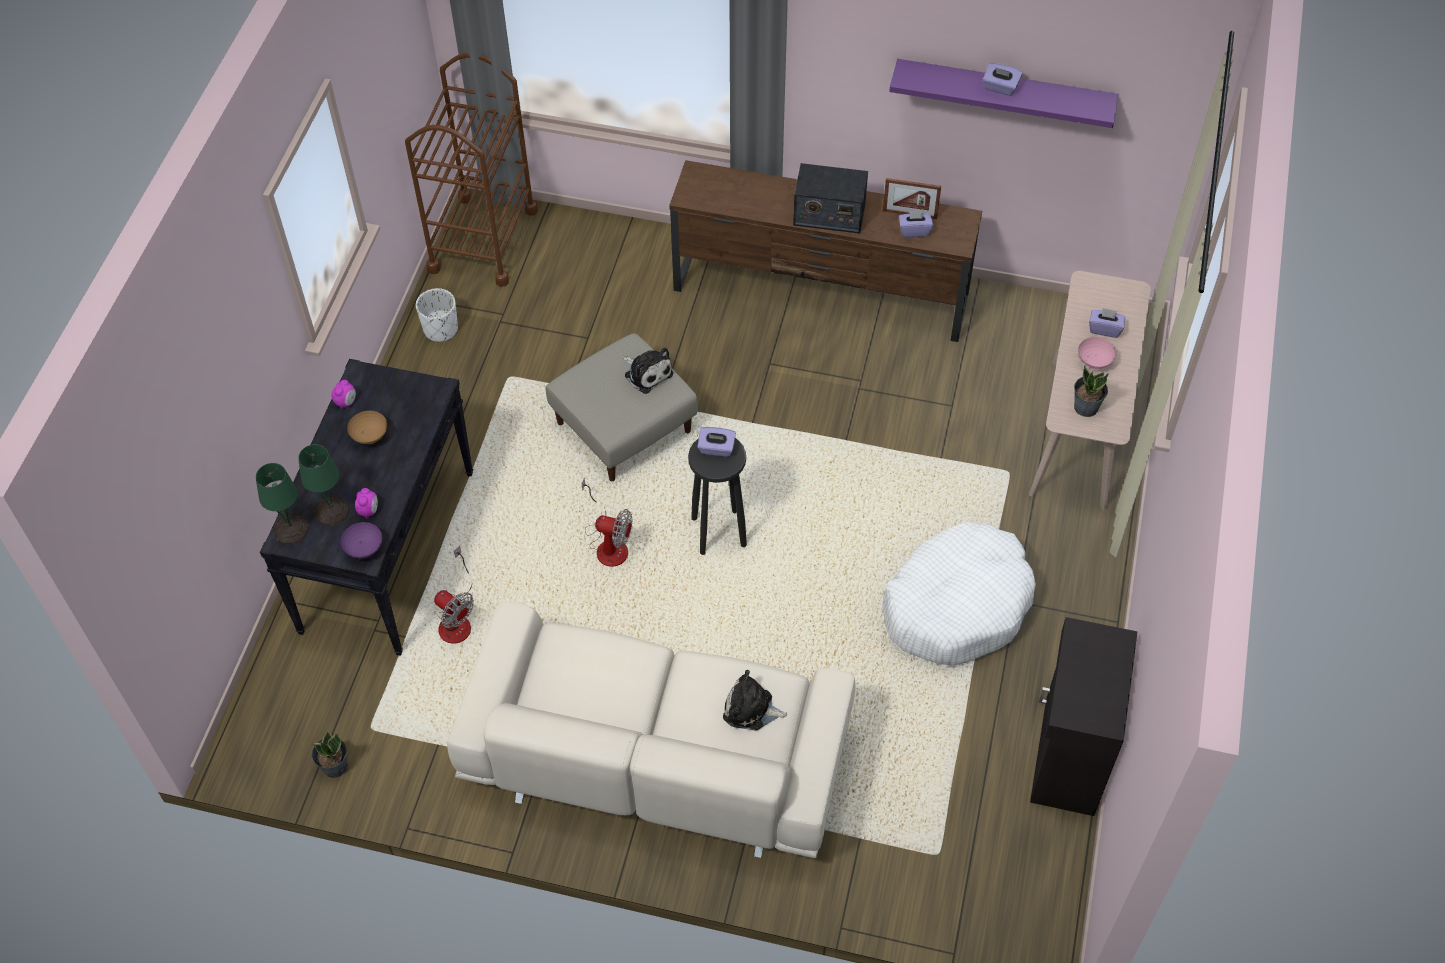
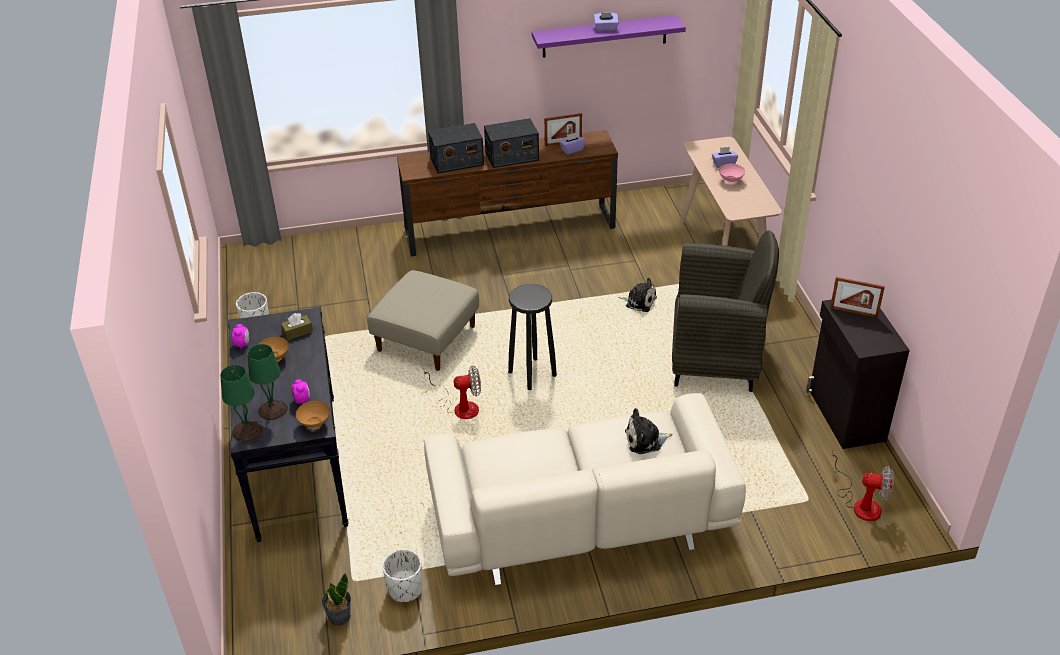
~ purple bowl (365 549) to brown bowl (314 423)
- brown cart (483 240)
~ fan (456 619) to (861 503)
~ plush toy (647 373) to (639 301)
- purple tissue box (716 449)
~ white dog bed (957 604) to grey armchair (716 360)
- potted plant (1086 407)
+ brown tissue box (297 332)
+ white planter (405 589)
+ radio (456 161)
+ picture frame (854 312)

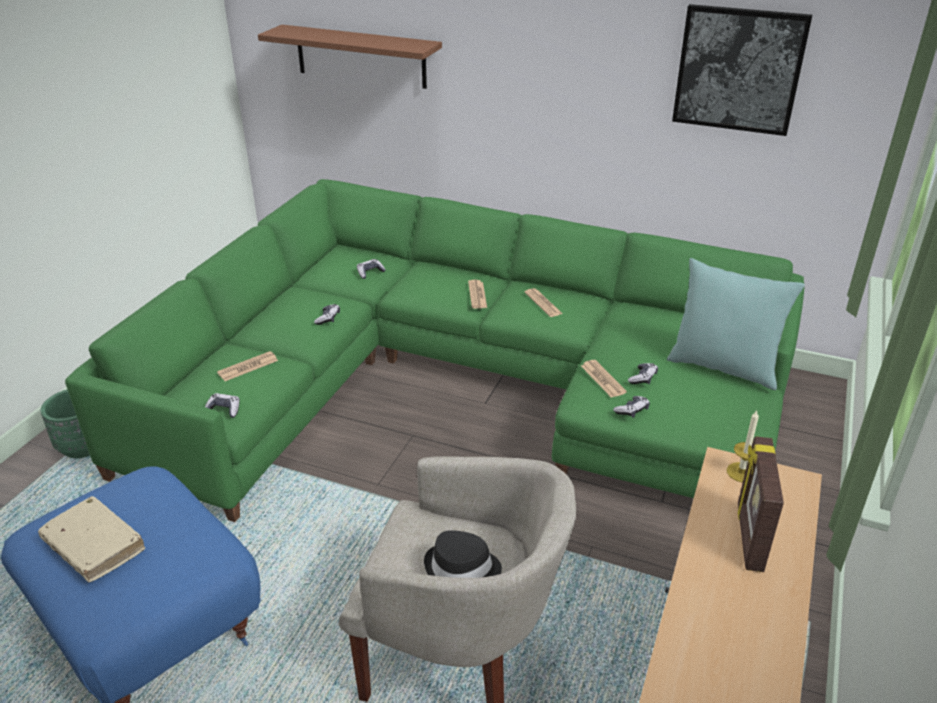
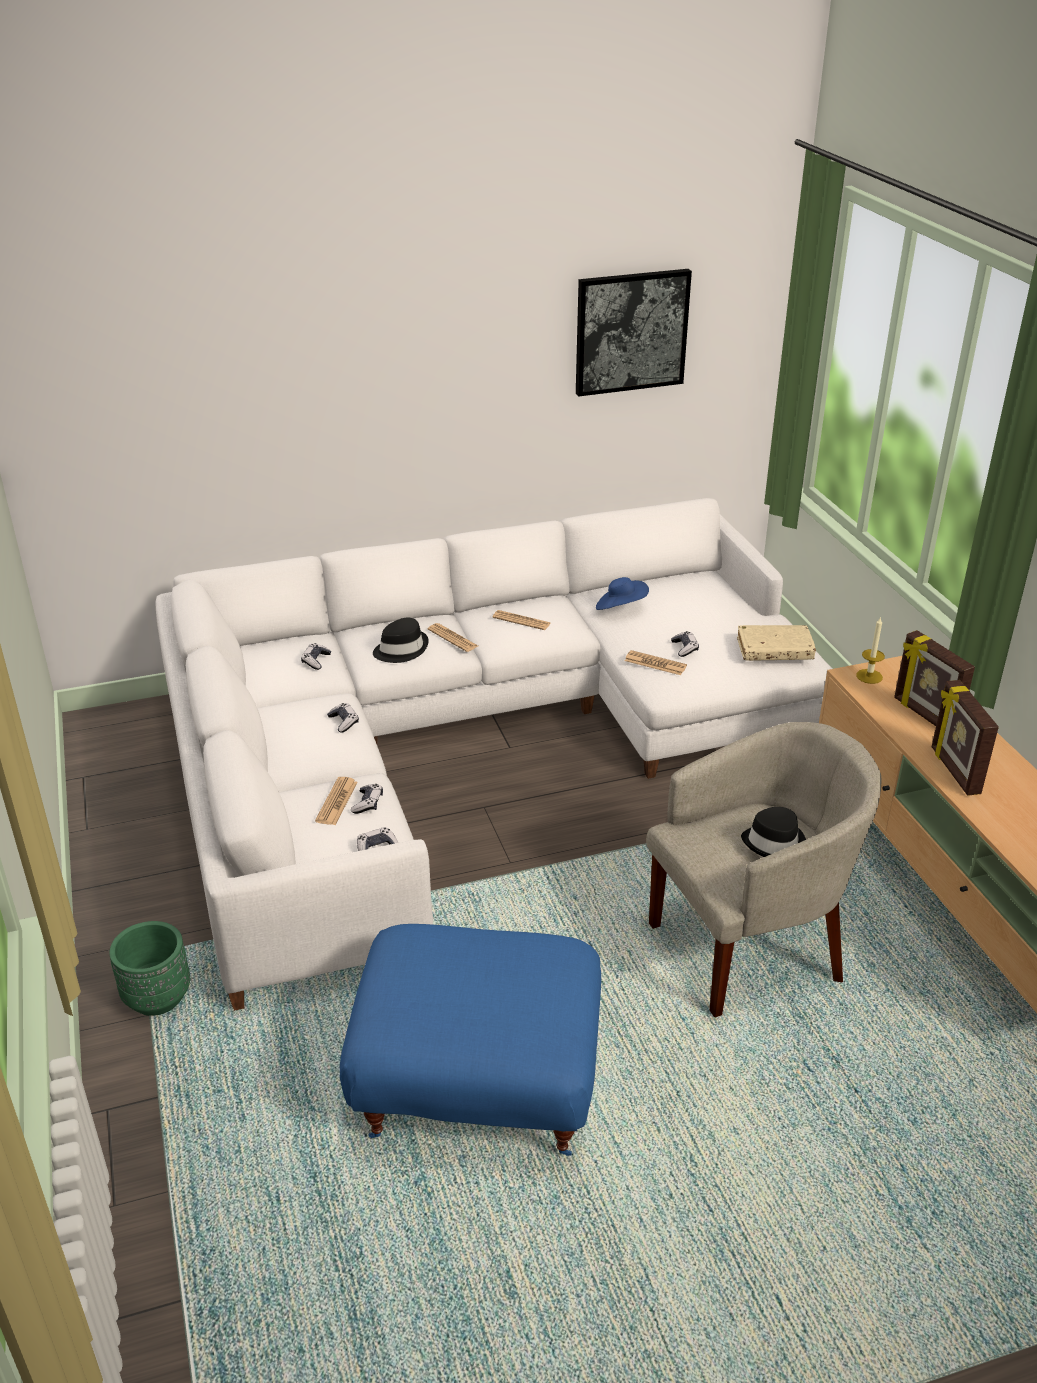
~ beige book (94 546) to (774 650)
~ green sofa (461 384) to white sofa (466 741)
- brown shelf (360 56)
~ game controller (632 410) to (368 803)
- turquoise pillow (723 367)
+ black hat (401 649)
+ blue hat (621 608)
+ picture frame (954 771)

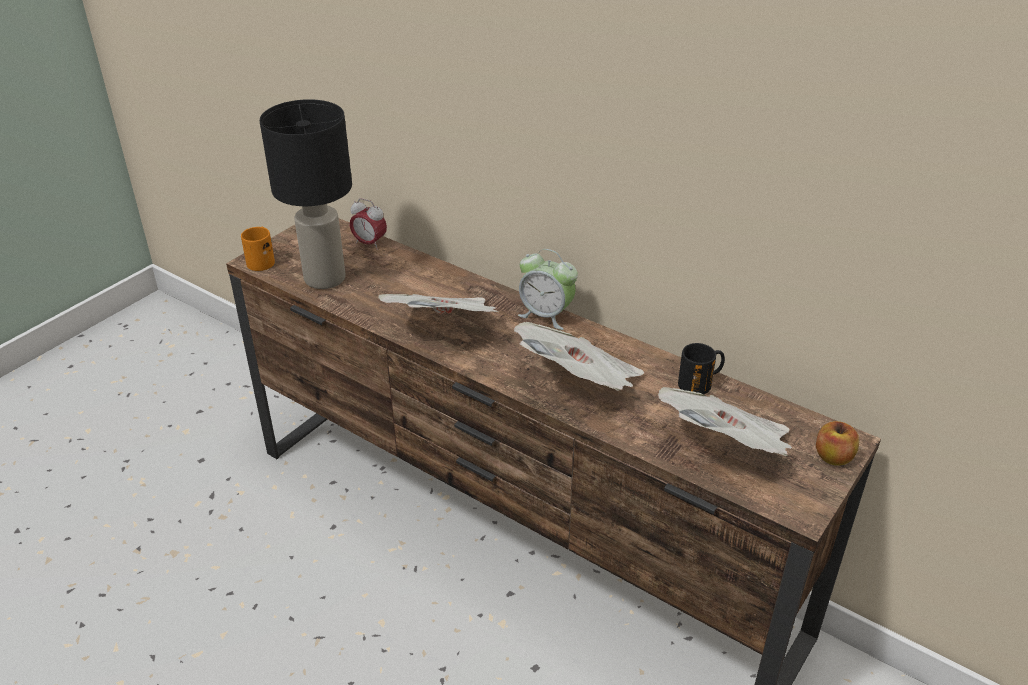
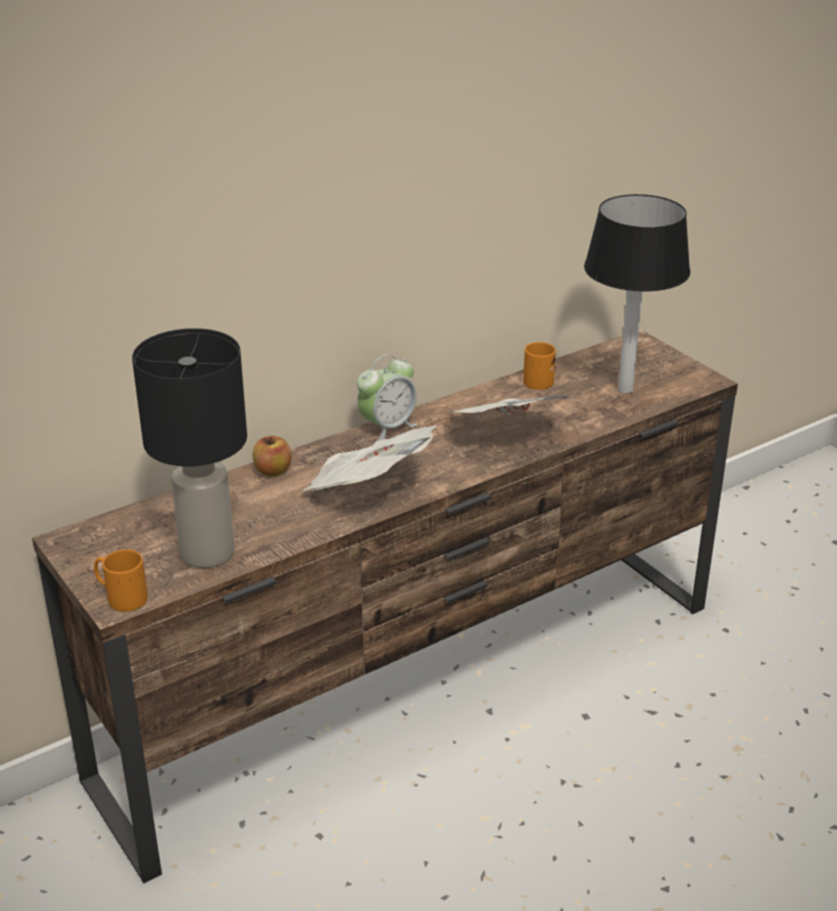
- alarm clock (369 244)
~ newspaper (726 447) to table lamp (624 389)
~ black mug (700 382) to orange mug (537 379)
~ apple (833 457) to (273 471)

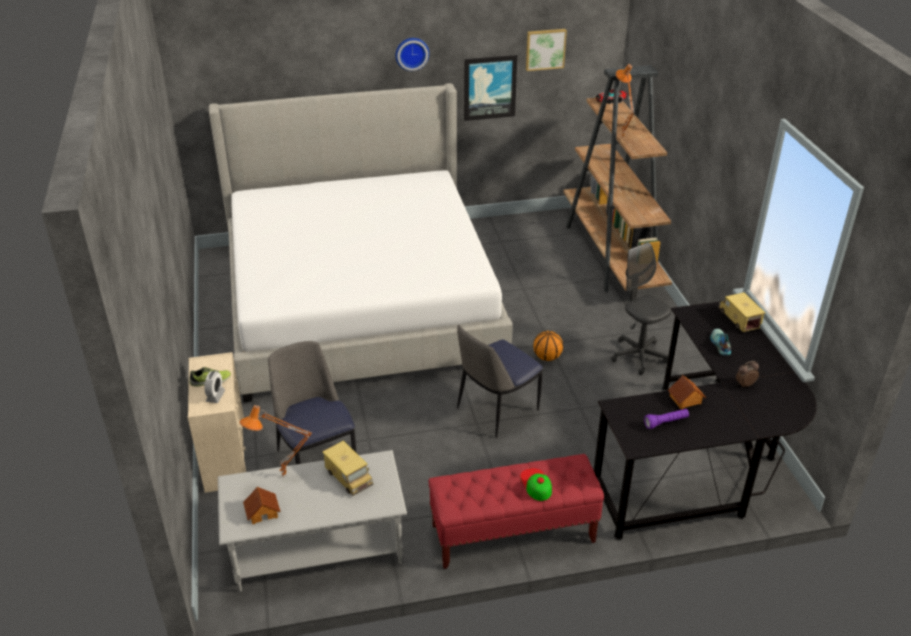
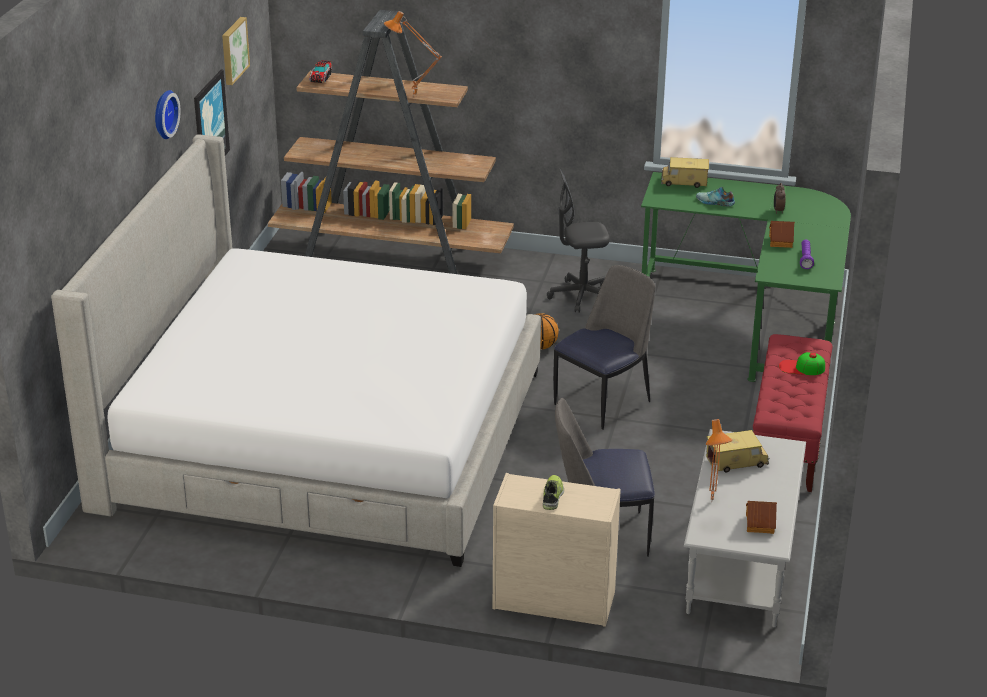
- alarm clock (215 396)
~ chair (495 410) = (604 401) 120 degrees counterclockwise
~ black desk (701 463) to green desk (756 317)

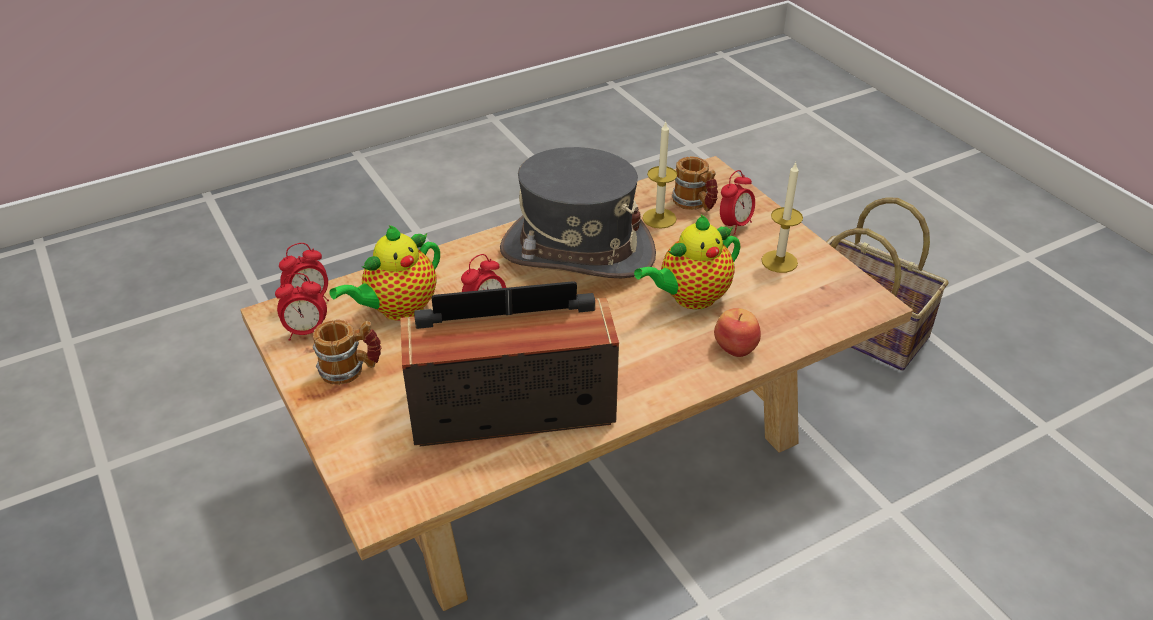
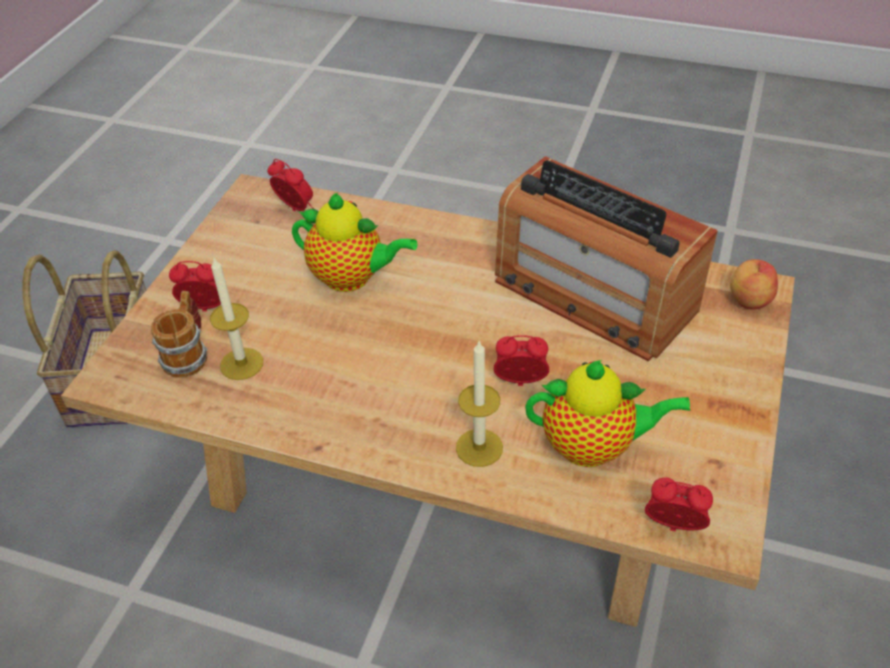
~ alarm clock (306 332) to (295 209)
- mug (351 369)
- grey hat (577 252)
~ apple (736 346) to (748 300)
~ candle (779 261) to (479 447)

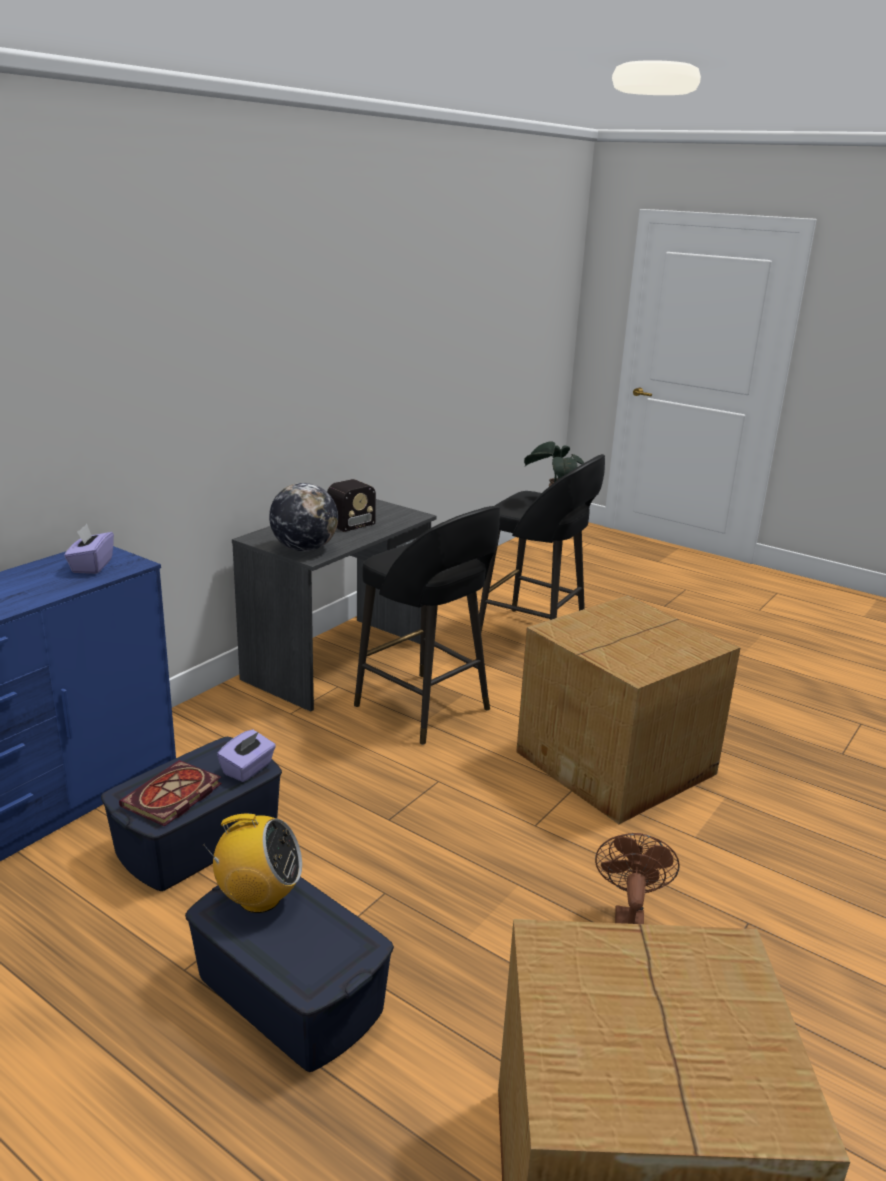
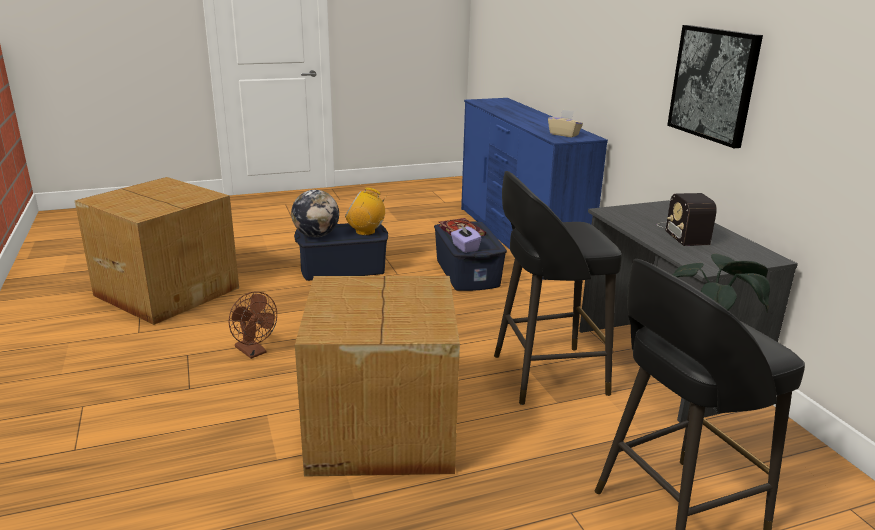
~ purple tissue box (91 566) to beige tissue box (564 134)
~ radio (259 898) = (365 232) 60 degrees clockwise
~ globe (304 549) to (316 235)
+ picture (713 84)

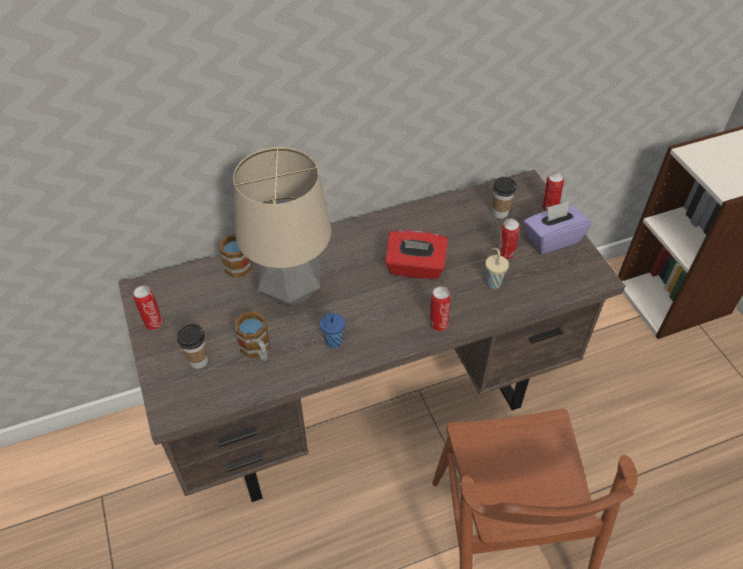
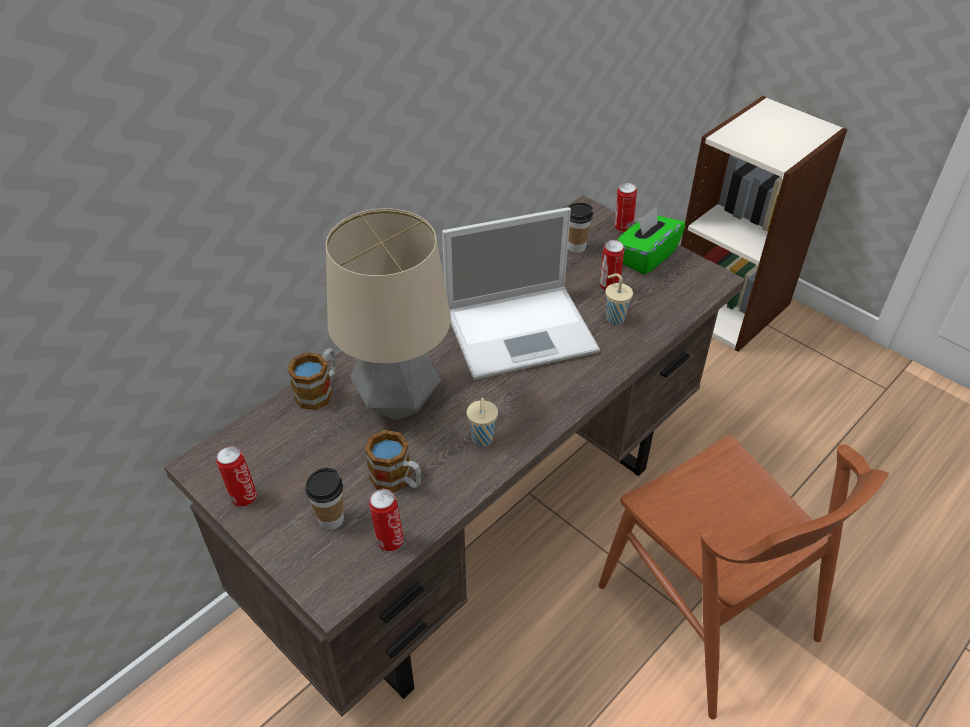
~ blue cup (333 343) to beige cup (482 439)
~ red tissue box (415 268) to laptop (523 330)
~ can (438 323) to (389 540)
~ purple tissue box (552 239) to green tissue box (646 257)

